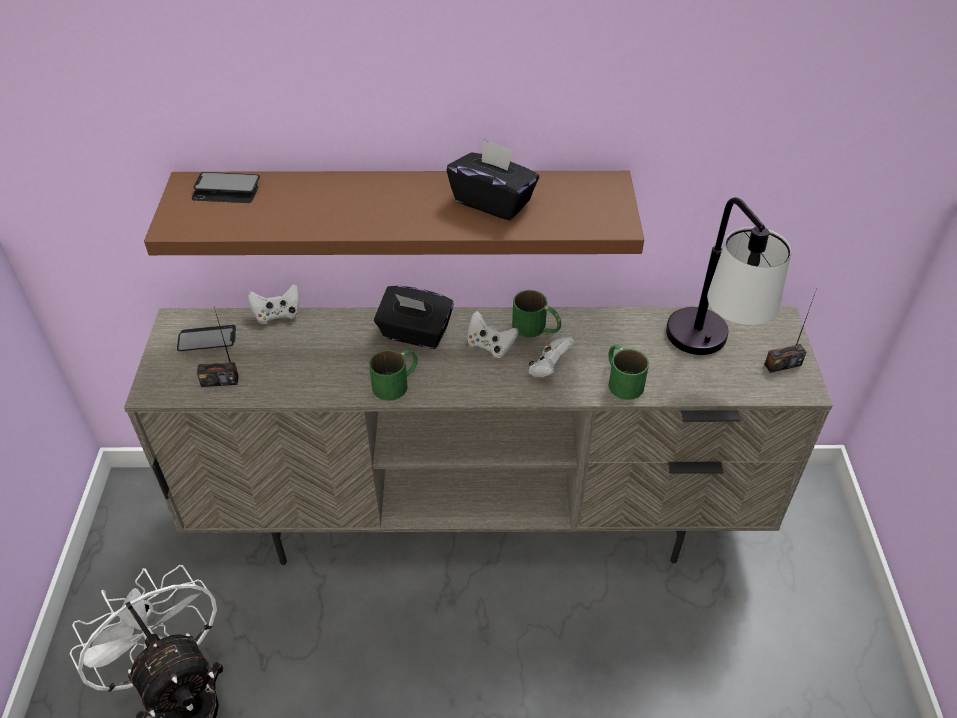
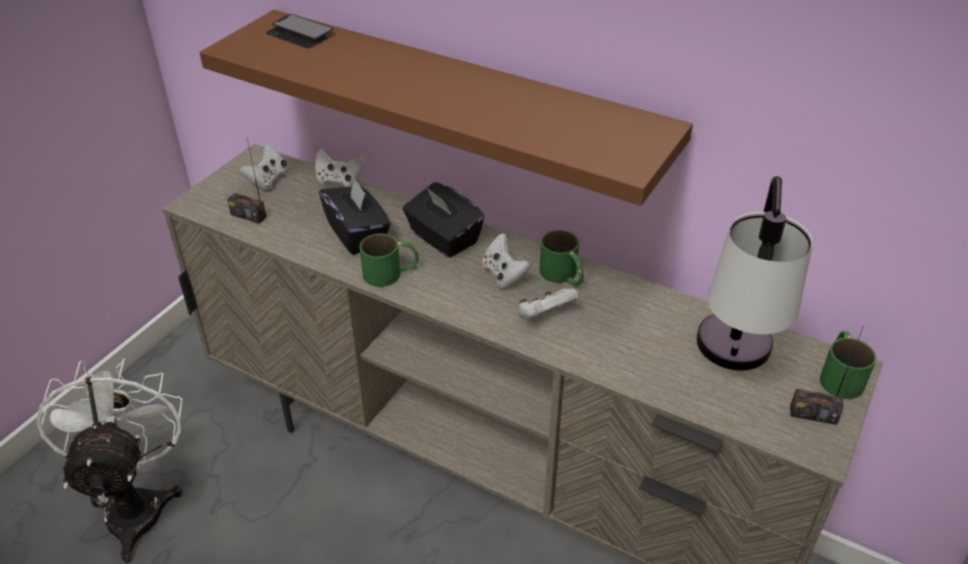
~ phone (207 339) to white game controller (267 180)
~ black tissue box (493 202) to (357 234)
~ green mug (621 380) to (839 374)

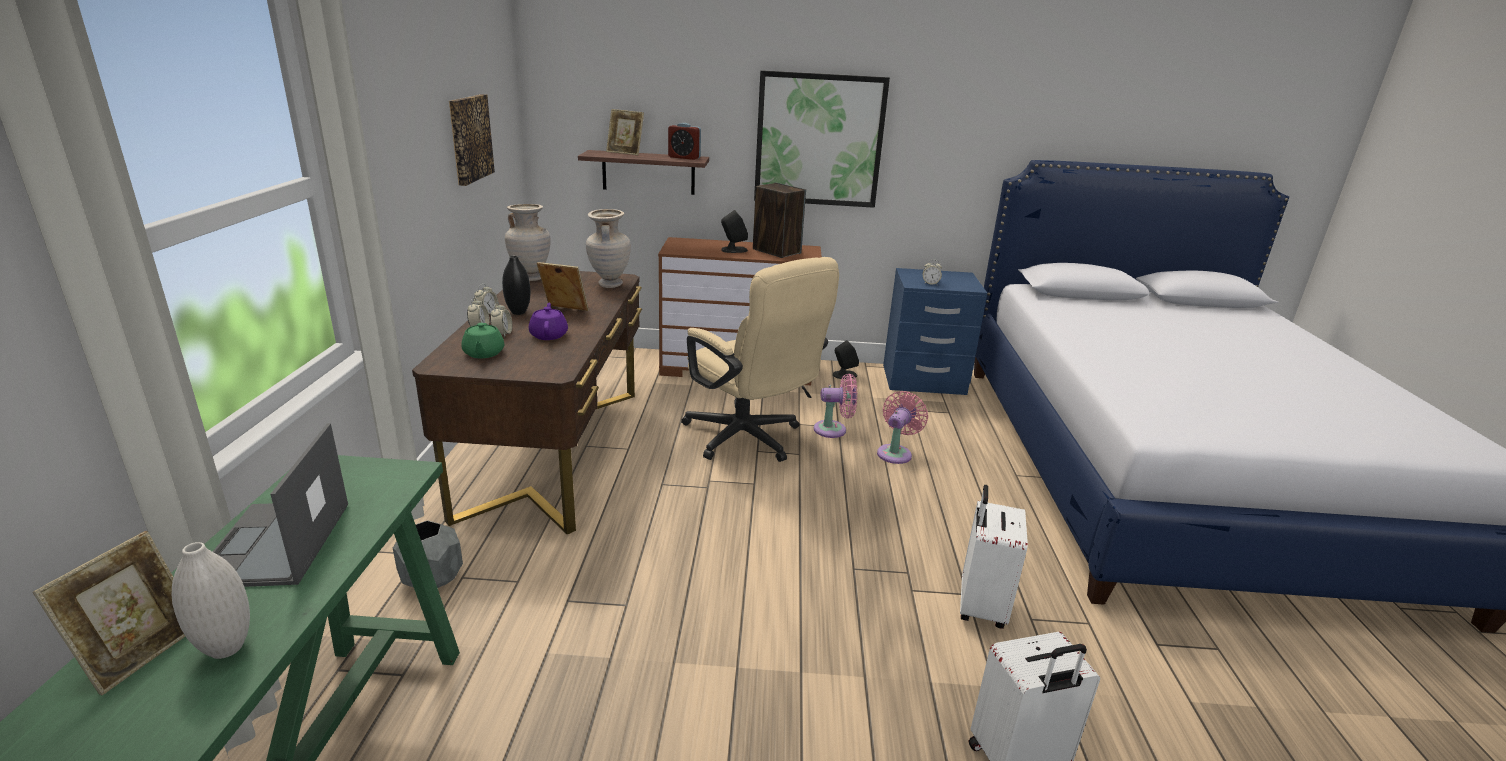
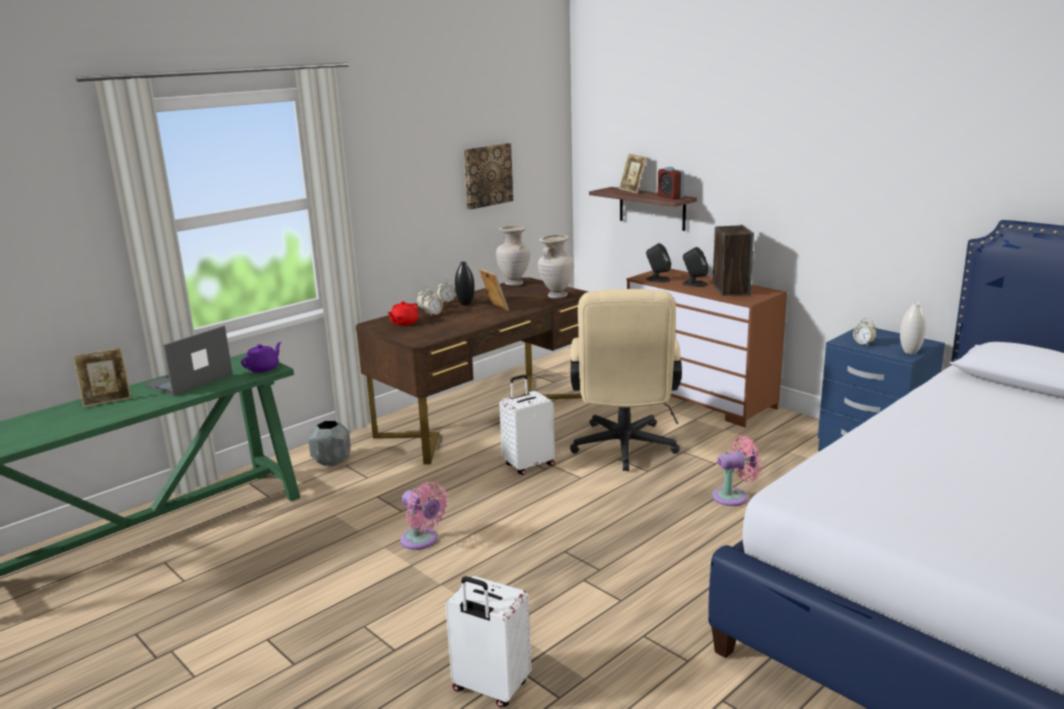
~ white vase (226 648) to (910 352)
~ green teapot (483 353) to red teapot (403 323)
~ purple teapot (549 335) to (263 368)
- picture (819 140)
~ pink fan (834 430) to (422 541)
~ black speaker (844 375) to (658 279)
~ white suitcase (979 607) to (528 465)

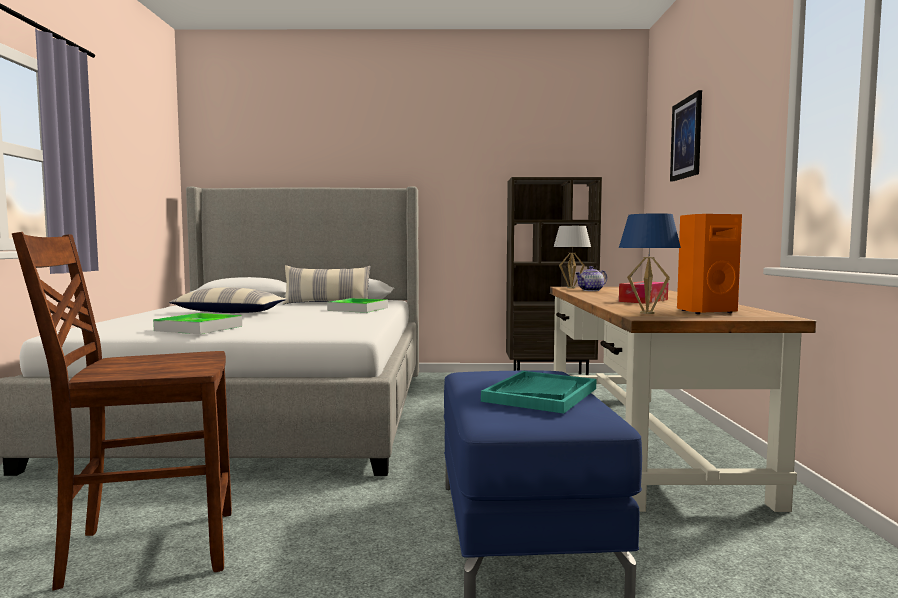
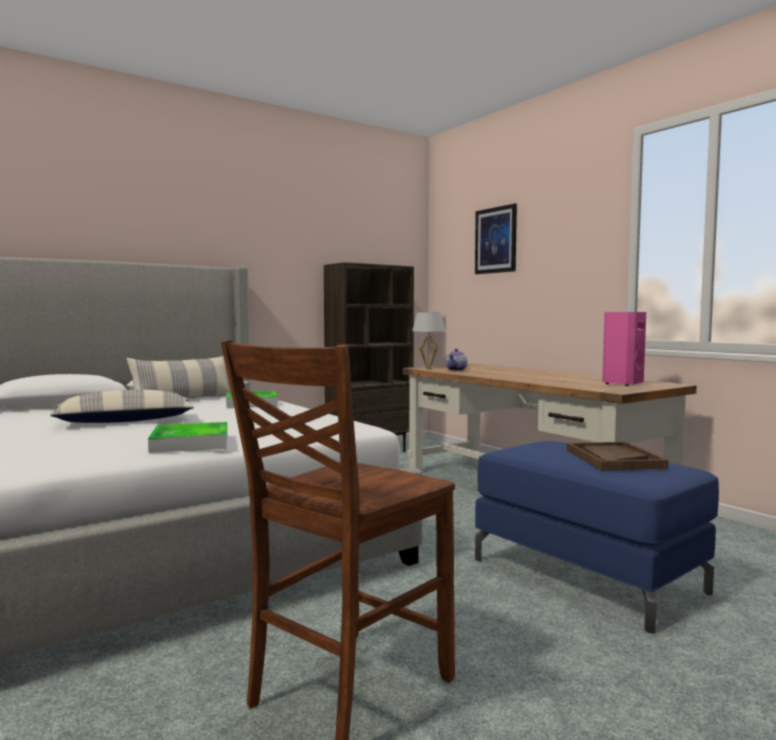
~ turquoise tray (540 394) to brown tray (613 459)
- blue table lamp (647 313)
- tissue box (643 300)
~ orange speaker (705 312) to pink speaker (621 383)

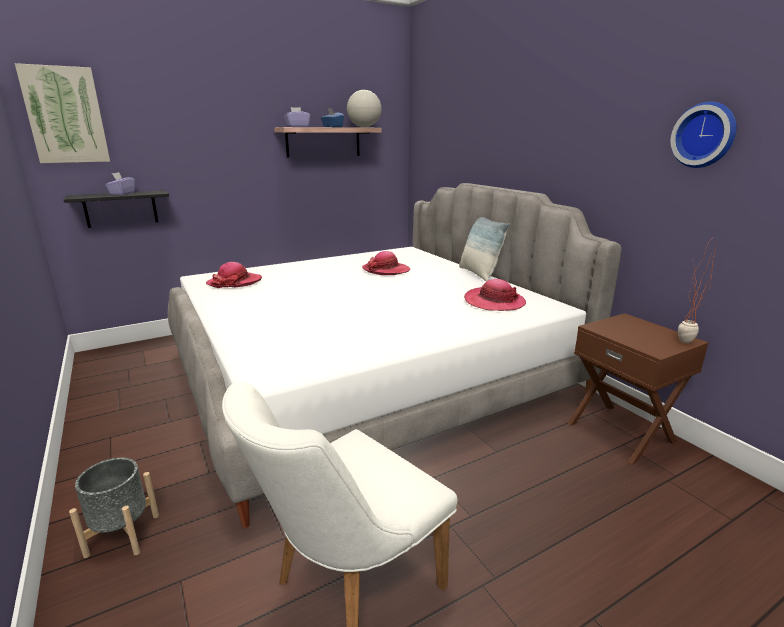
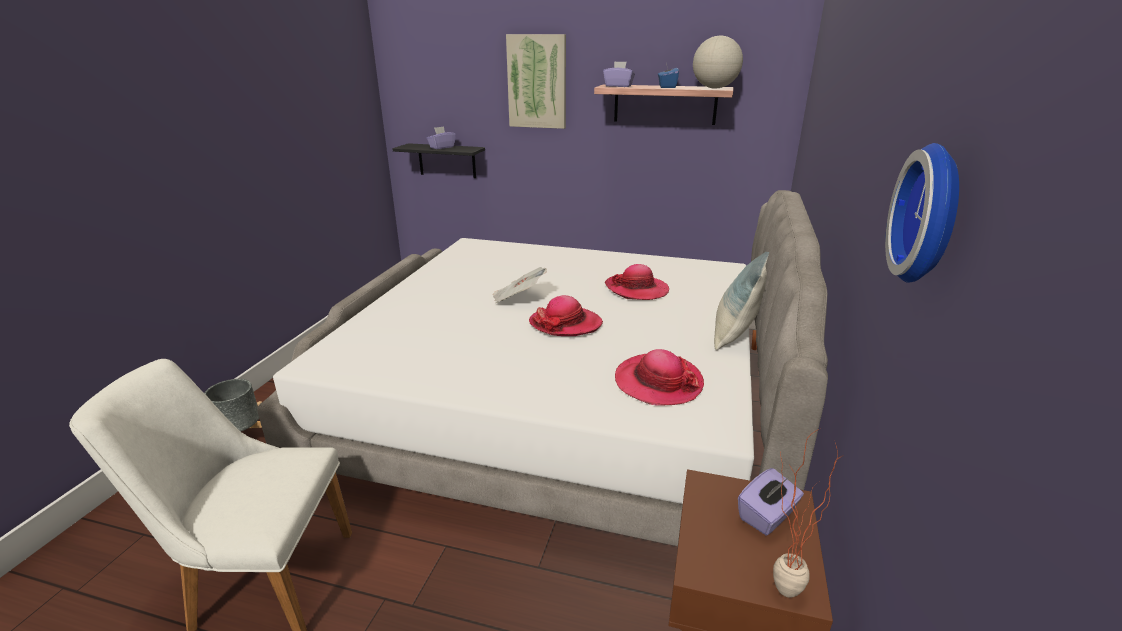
~ picture (65 115) to (537 82)
~ hat (234 282) to (565 324)
+ newspaper (518 298)
+ purple tissue box (767 516)

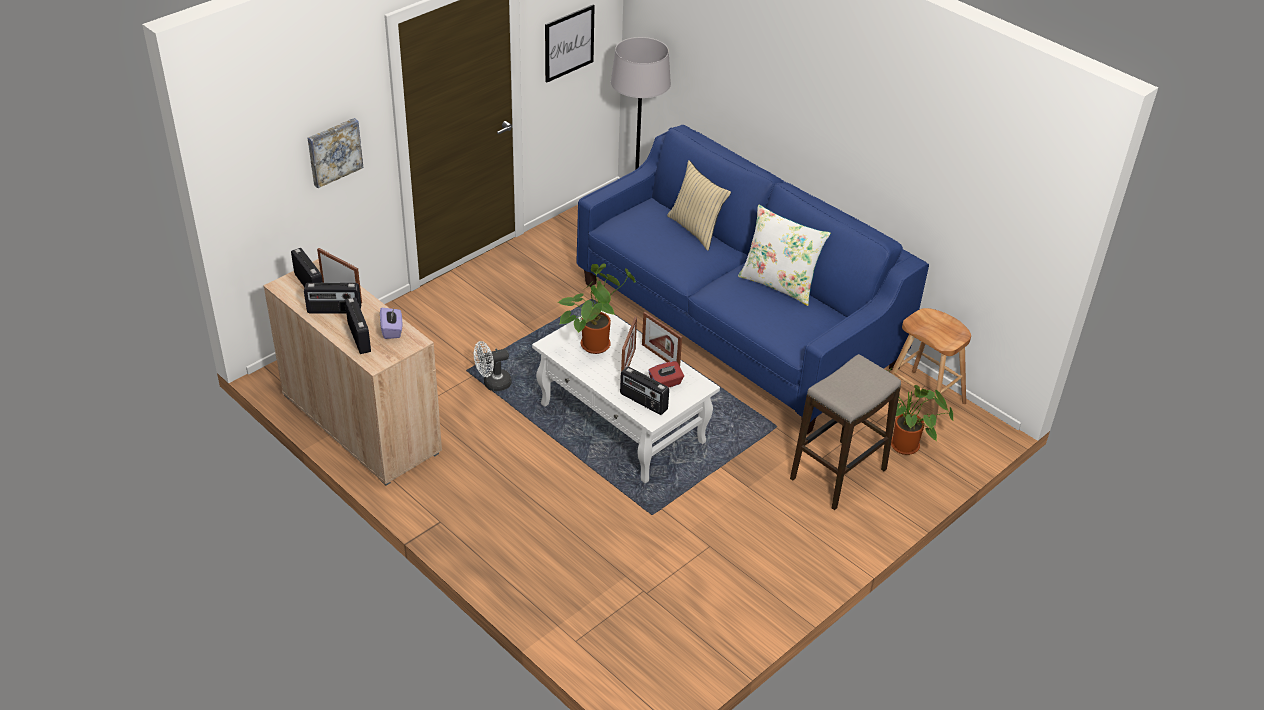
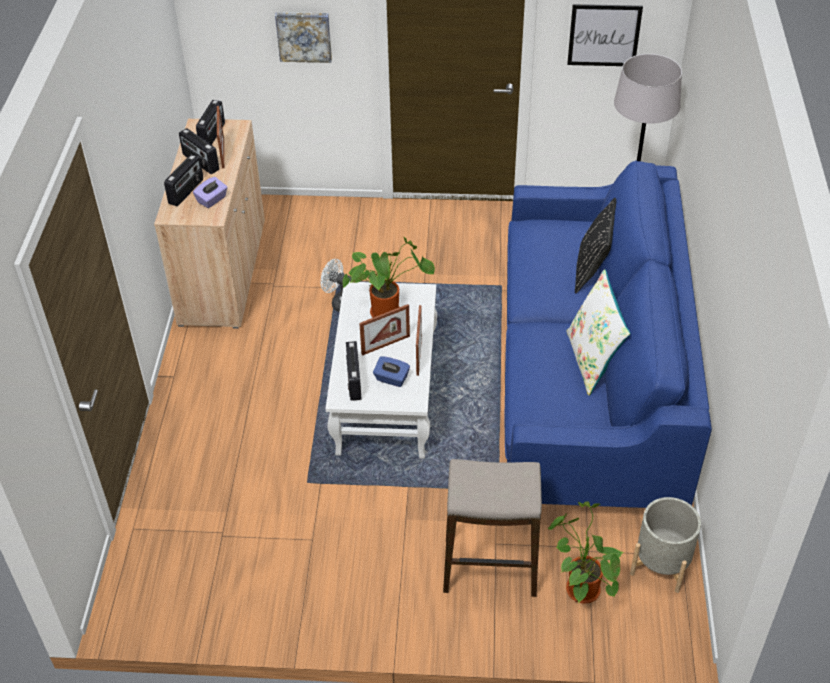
~ red tissue box (665 383) to blue tissue box (391 379)
~ beige pillow (696 229) to black pillow (592 270)
~ brown stool (922 399) to grey planter (661 564)

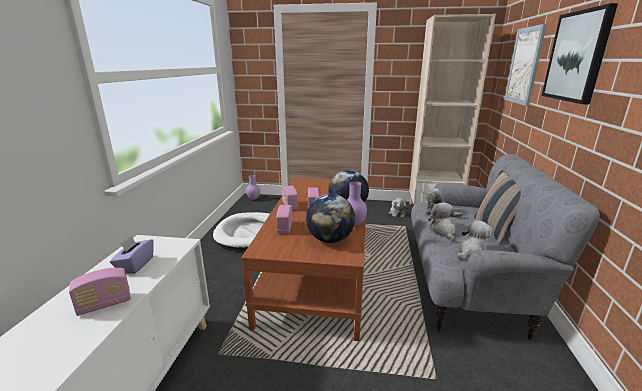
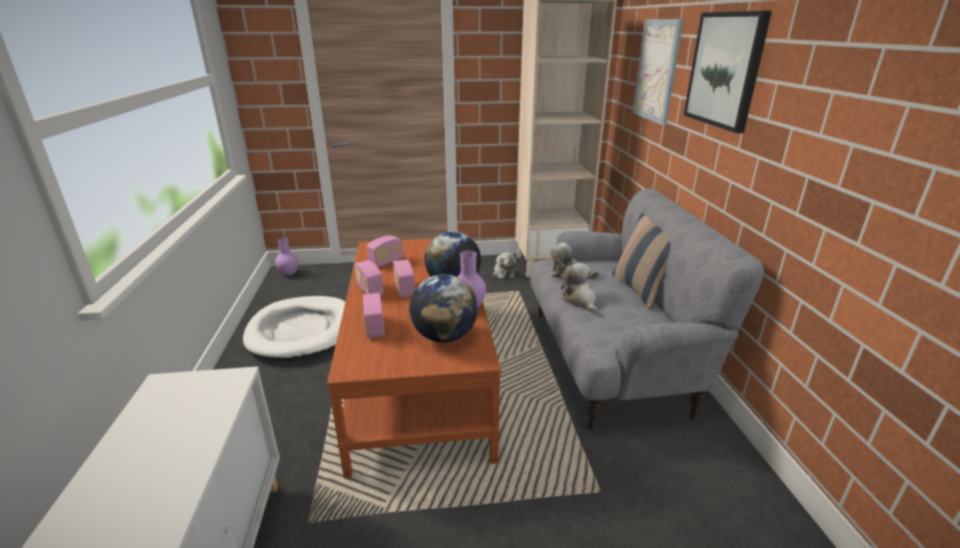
~ radio (105 304) to (386 262)
- purple tissue box (135 265)
- plush toy (471 251)

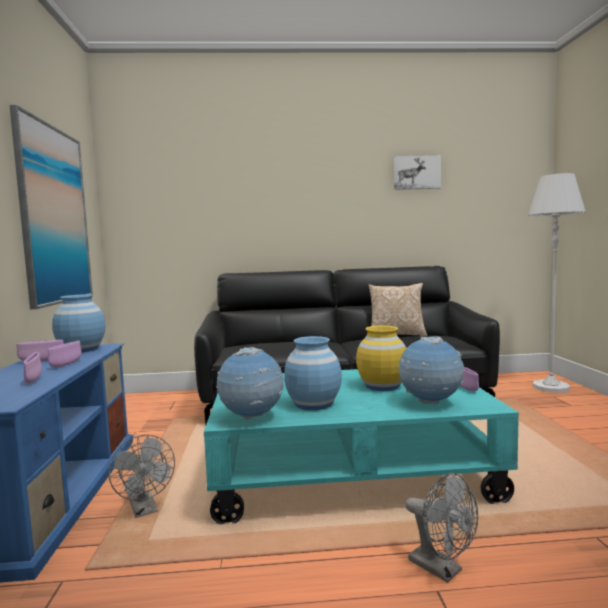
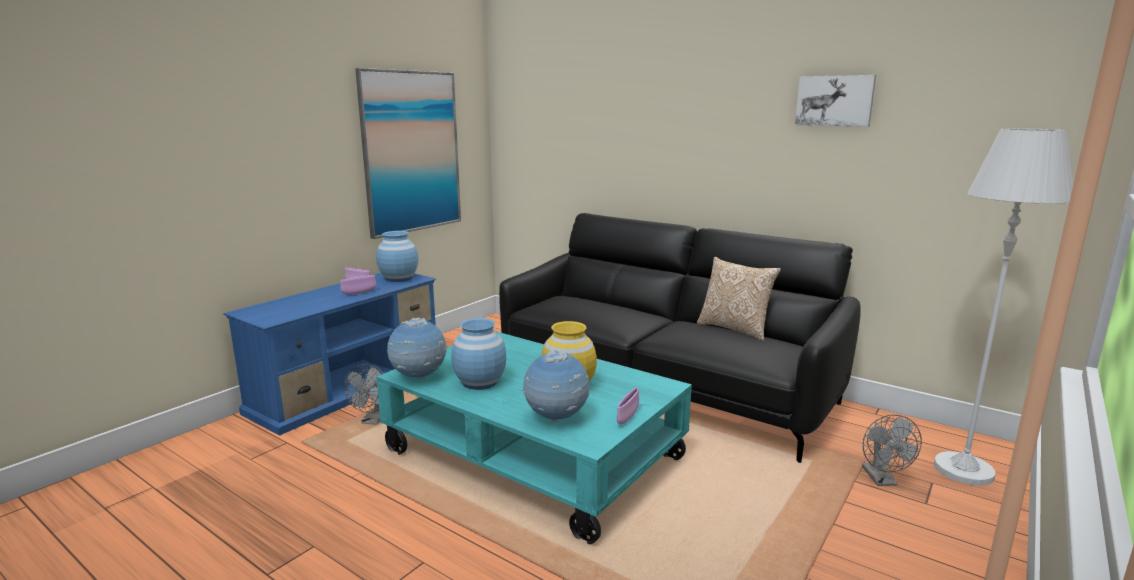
- purple bowl (34 379)
~ grey fan (442 569) to (882 480)

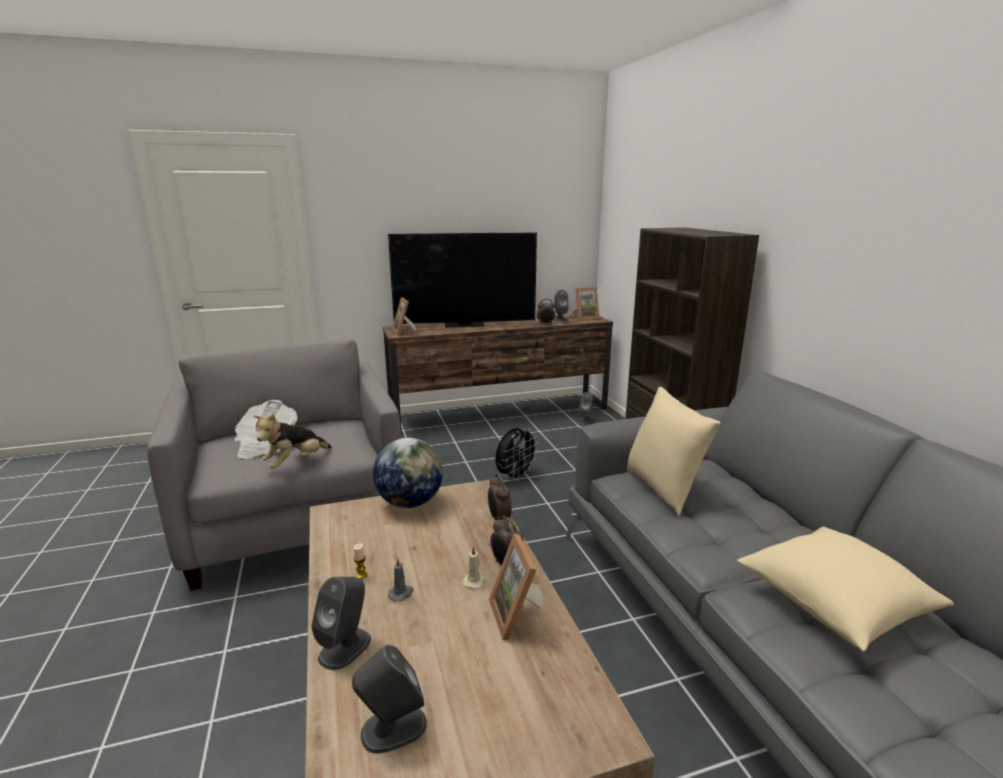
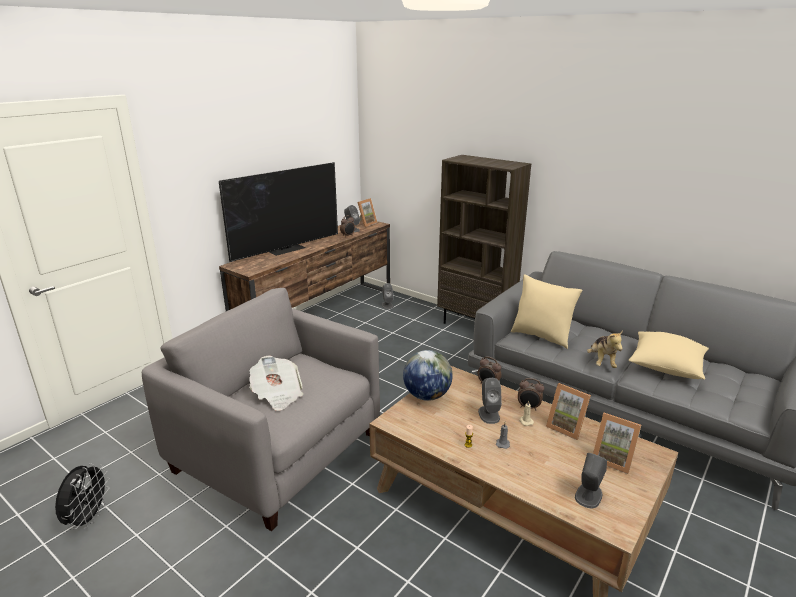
~ plush toy (295 463) to (601 362)
~ grey speaker (345 647) to (488 414)
~ picture frame (404 332) to (613 459)
~ black fan (515 476) to (88 518)

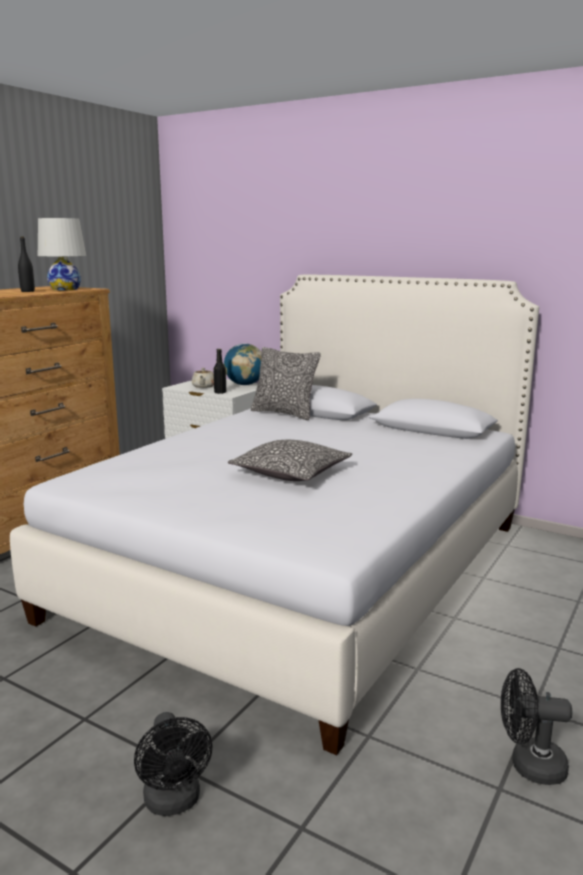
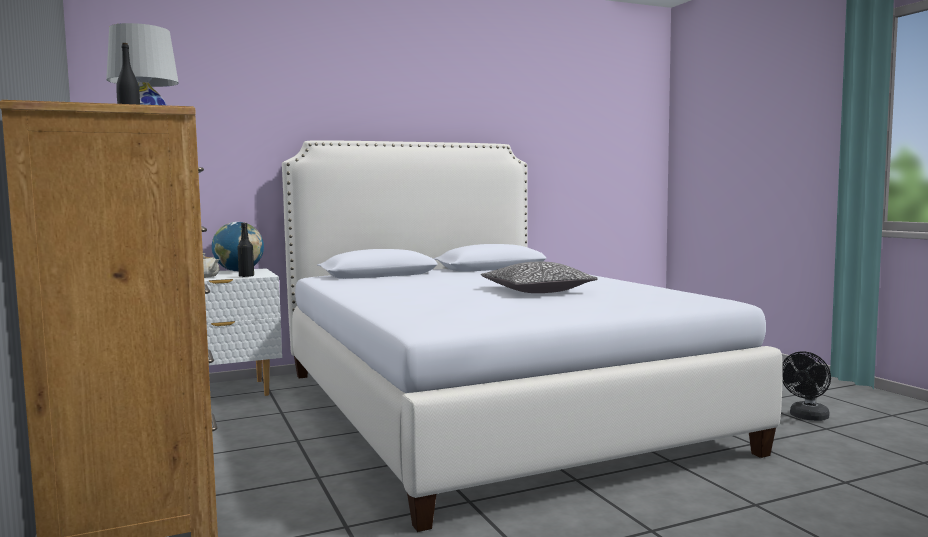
- black fan (174 802)
- pillow (284 413)

